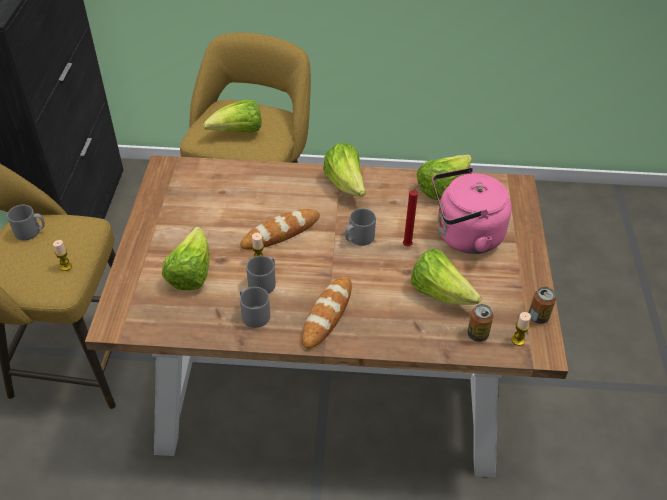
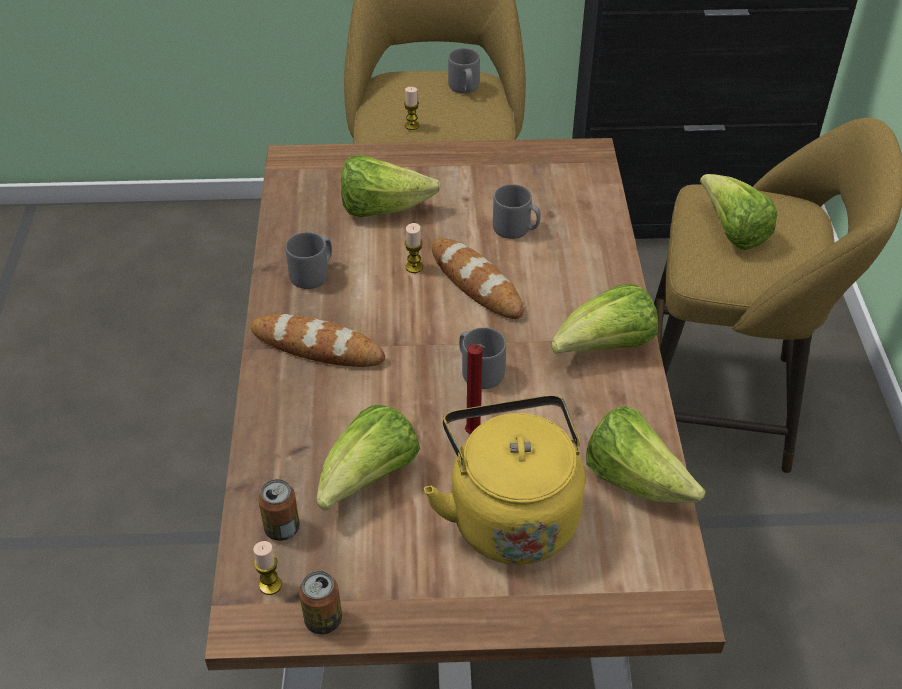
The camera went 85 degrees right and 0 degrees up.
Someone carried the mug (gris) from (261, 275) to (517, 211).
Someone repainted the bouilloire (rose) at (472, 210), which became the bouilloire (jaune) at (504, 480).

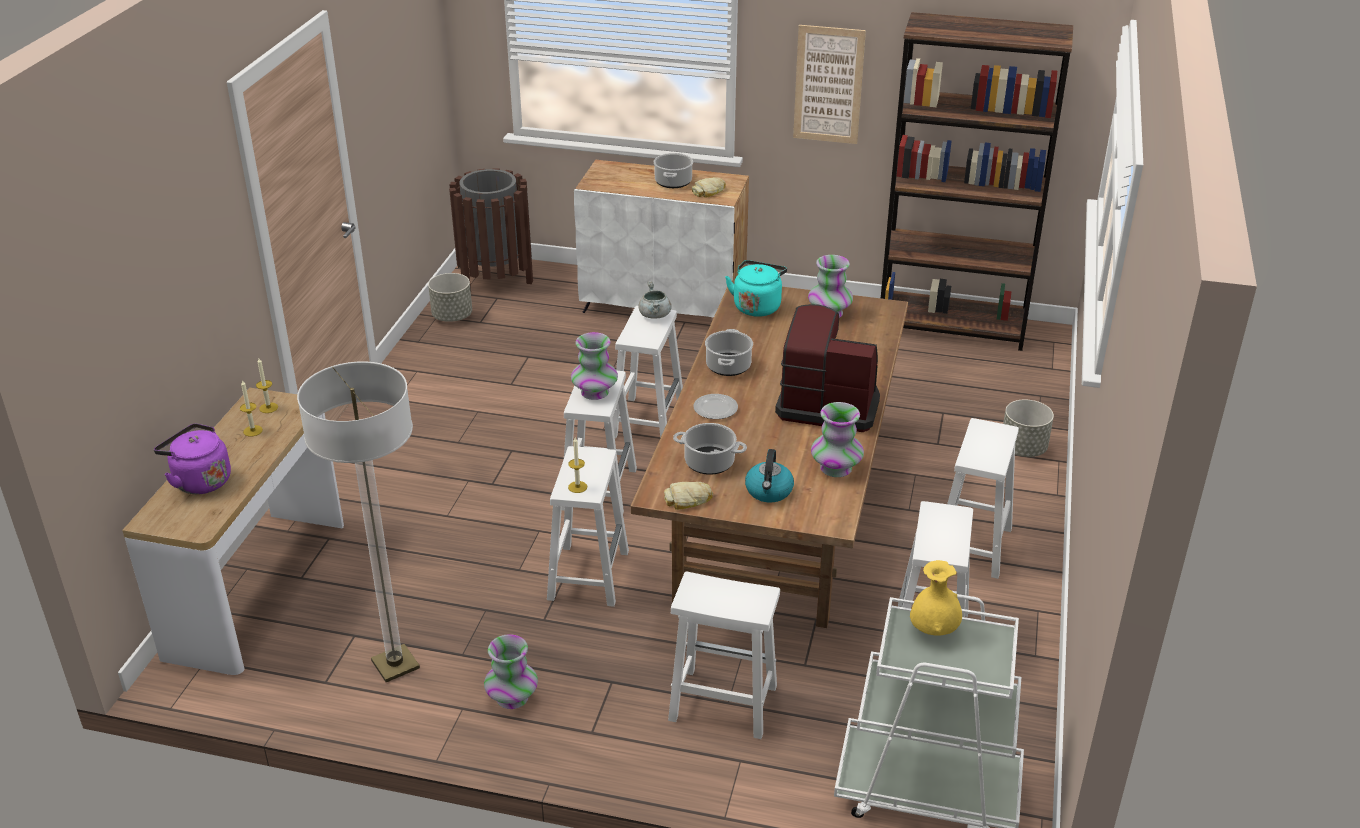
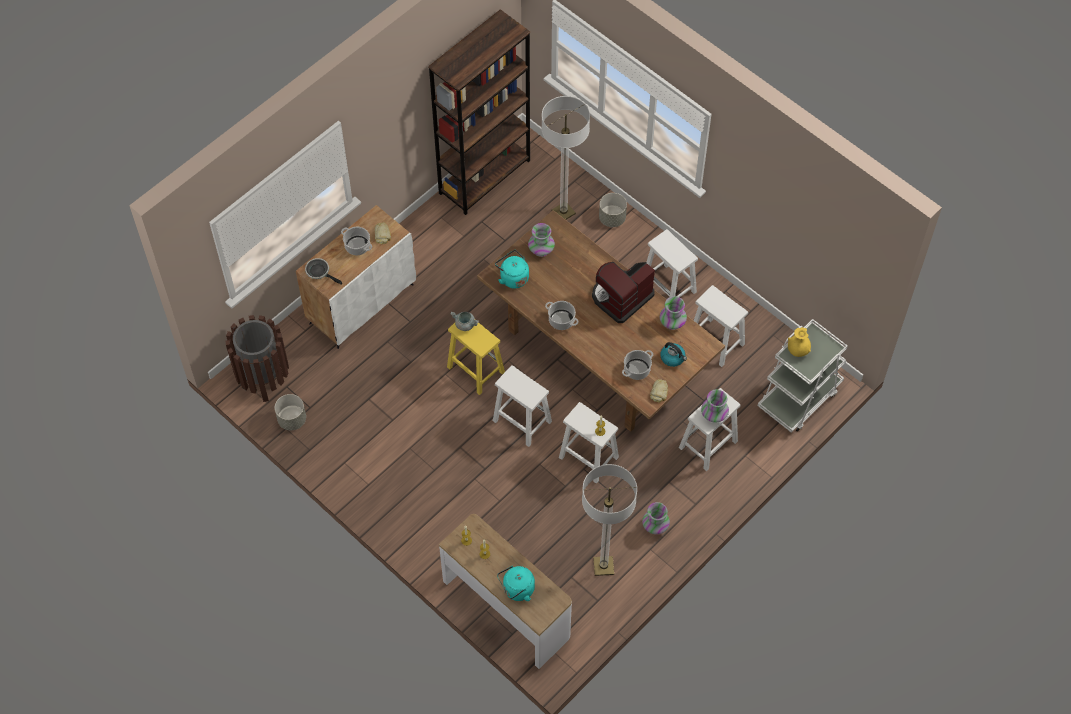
The camera went 60 degrees left and 25 degrees up.
Someone took away the assiette at (715, 406).
Someone took away the tableau at (829, 84).
Someone put down the poêle at (323, 271).
Someone put down the lampadaire at (565, 158).
Someone carried the vase from (594, 366) to (715, 406).
Someone repainted the bouilloire (violet) at (192, 458), which became the bouilloire (turquoise) at (516, 583).
Someone repainted the tabouret (blanc) at (647, 372), which became the tabouret (jaune) at (476, 358).

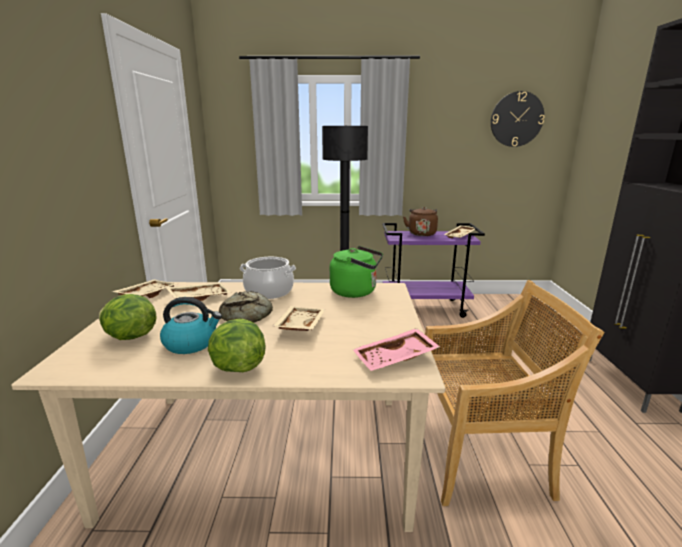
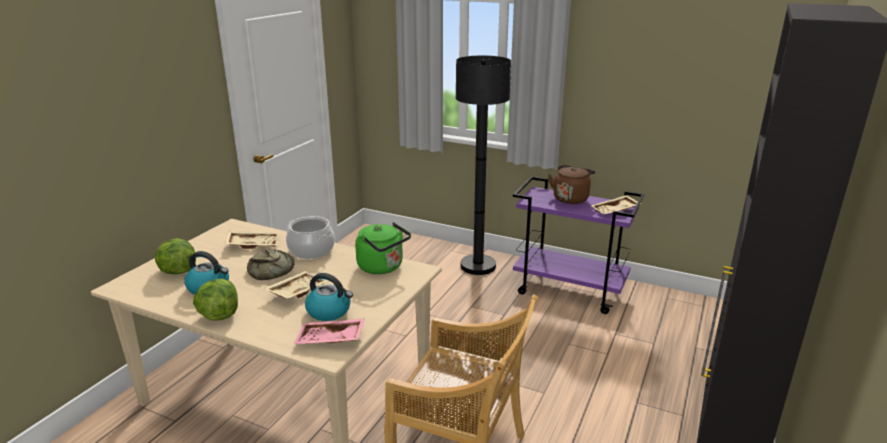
The camera went 25 degrees right and 5 degrees up.
Someone took away the plateau (beige) at (144, 288).
Someone took away the horloge murale at (518, 119).
Someone put down the bouilloire at (329, 297).

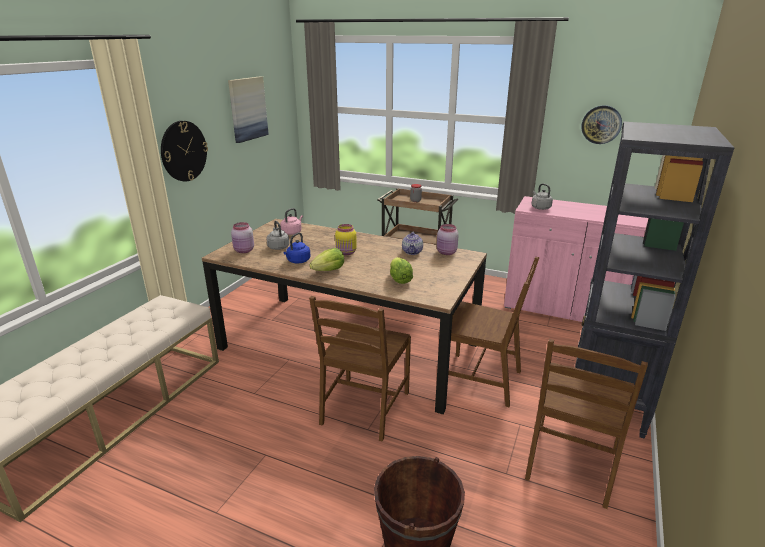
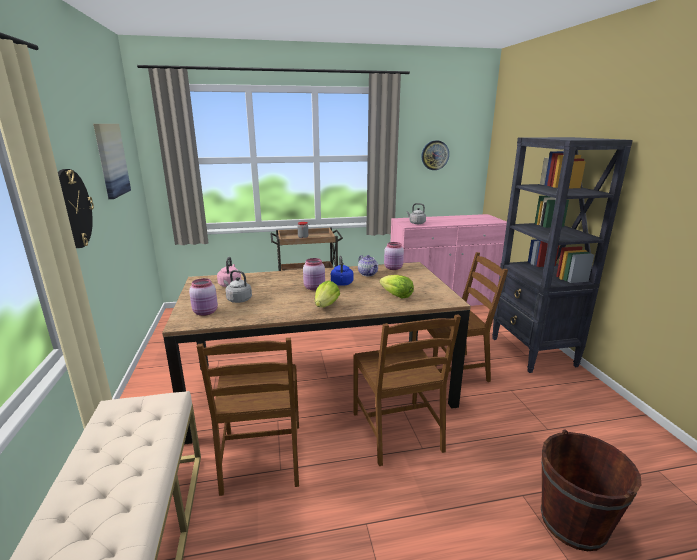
The camera went 35 degrees left and 5 degrees down.
Someone carried the bouilloire (bleu) from (297, 247) to (342, 271).
Someone carried the chaise (marron) from (586, 424) to (248, 417).
Someone repainted the bocal (jaune) at (346, 239), which became the bocal (rose) at (314, 274).

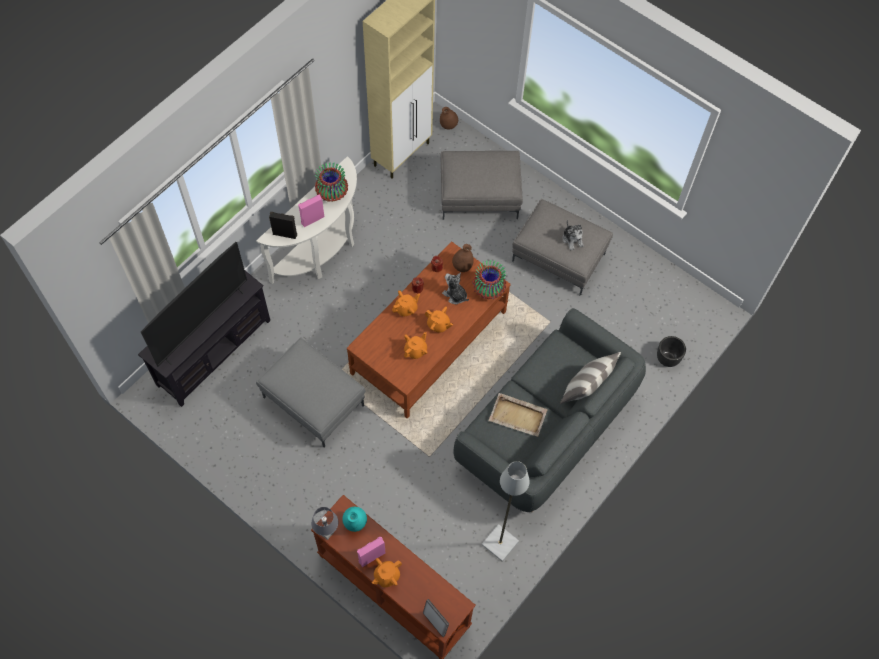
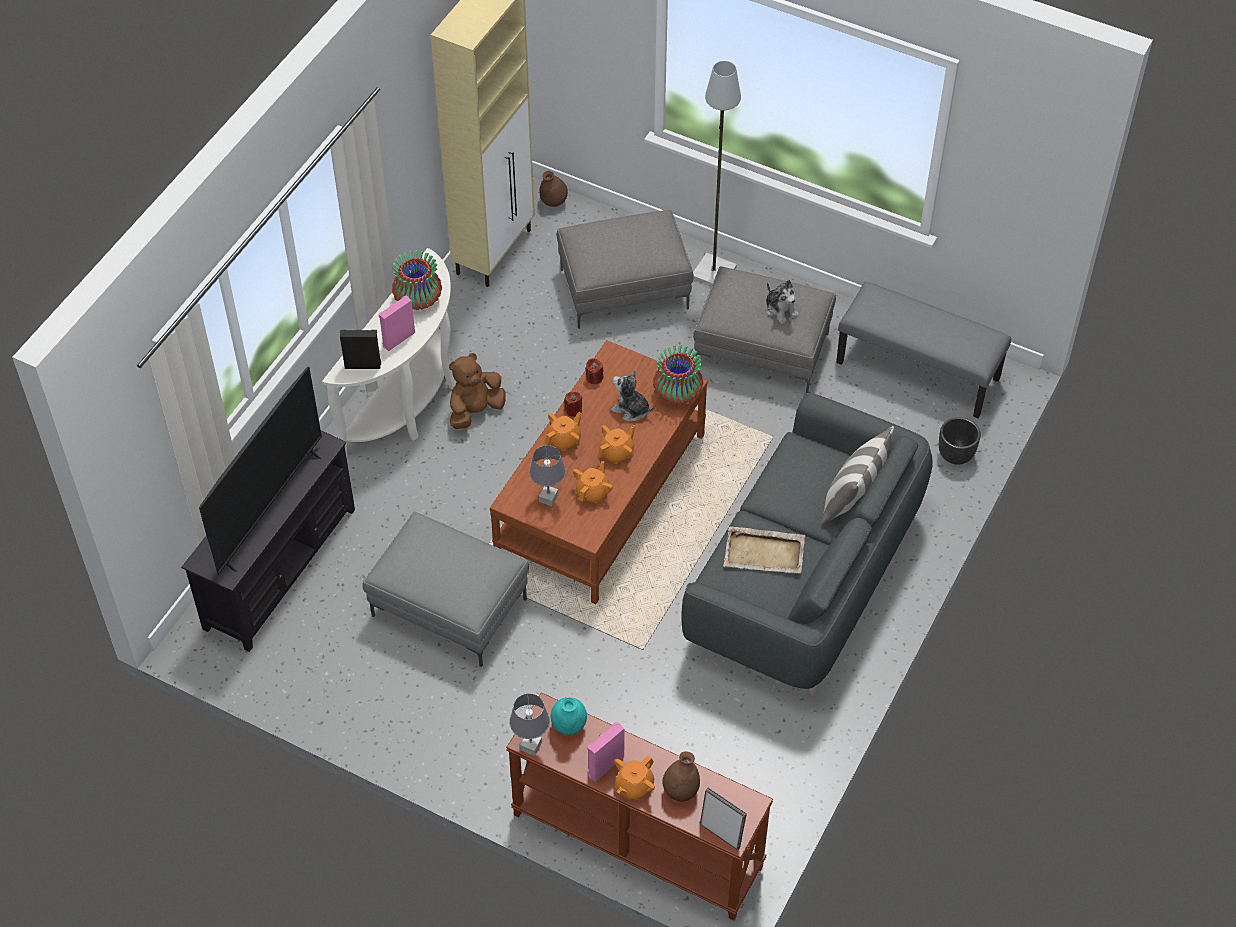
The camera went 10 degrees left and 10 degrees down.
Someone put down the peluche (marron) at (477, 391).
Someone put down the lampe de table (gris) at (547, 475).
Someone put down the banc (gris) at (923, 350).
Someone carried the vase (marron) from (463, 258) to (681, 776).
Someone carried the lampadaire (gris) from (506, 511) to (717, 173).
Someone rotated the théière (orange) at (439, 319) by 60 degrees counterclockwise.

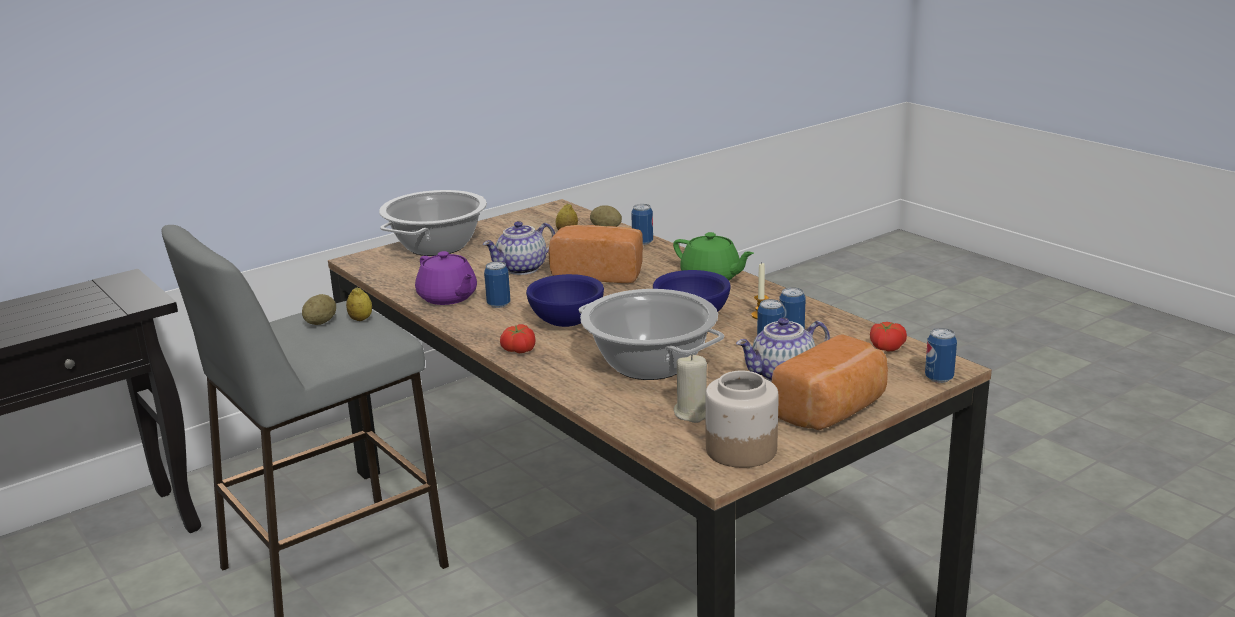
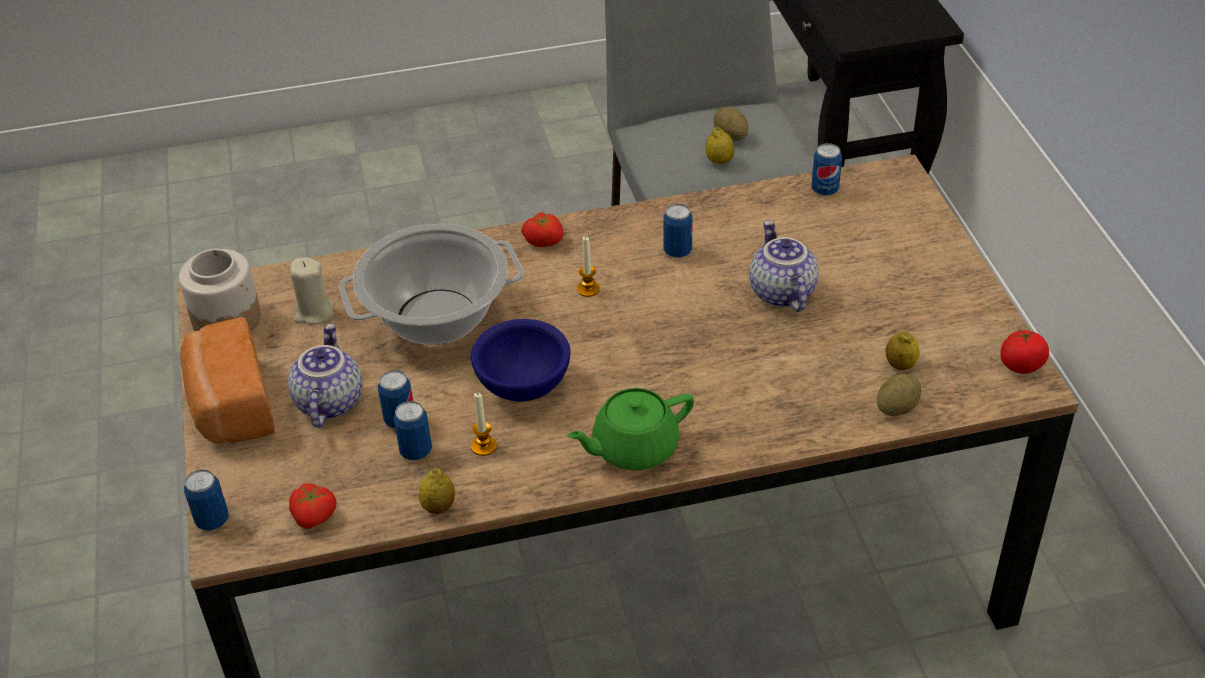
The camera went 115 degrees right and 20 degrees up.
Someone took away the marmite at (433, 223).
Someone took away the théière (violet) at (446, 278).
Someone took away the pain at (596, 254).
Someone put down the citron at (437, 491).
Someone put down the tomate at (1024, 351).
Someone carried the boîte métallique from (642, 224) to (827, 169).
Someone swapped the bol (bleu) at (565, 300) for the bougie at (588, 266).

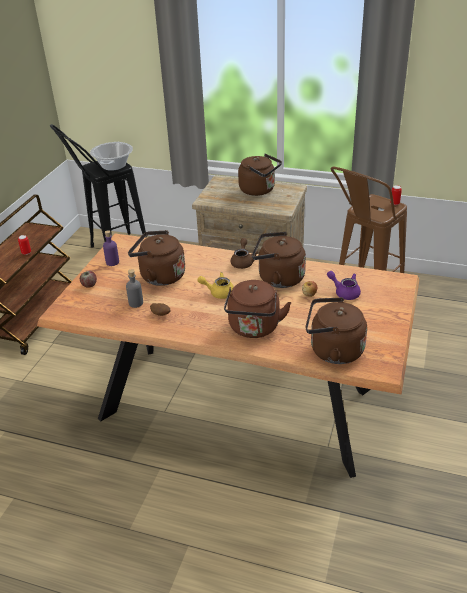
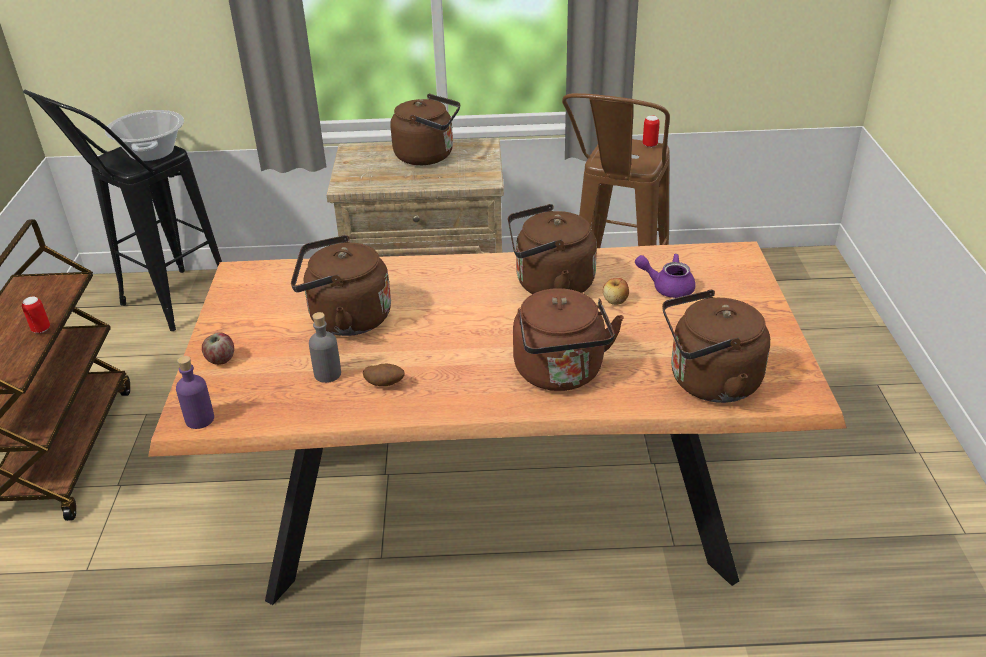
The camera went 20 degrees left and 0 degrees up.
Someone took away the théière (jaune) at (215, 285).
Someone took away the théière (marron) at (244, 253).
Someone carried the bouteille (violet) from (111, 248) to (195, 392).

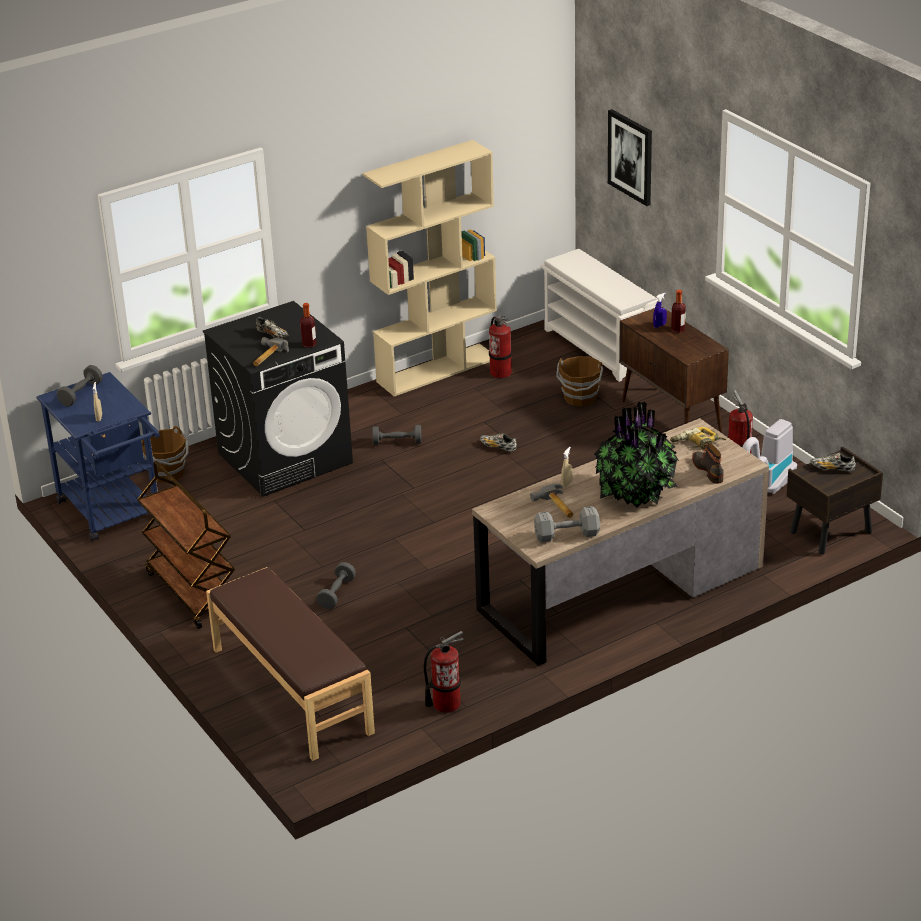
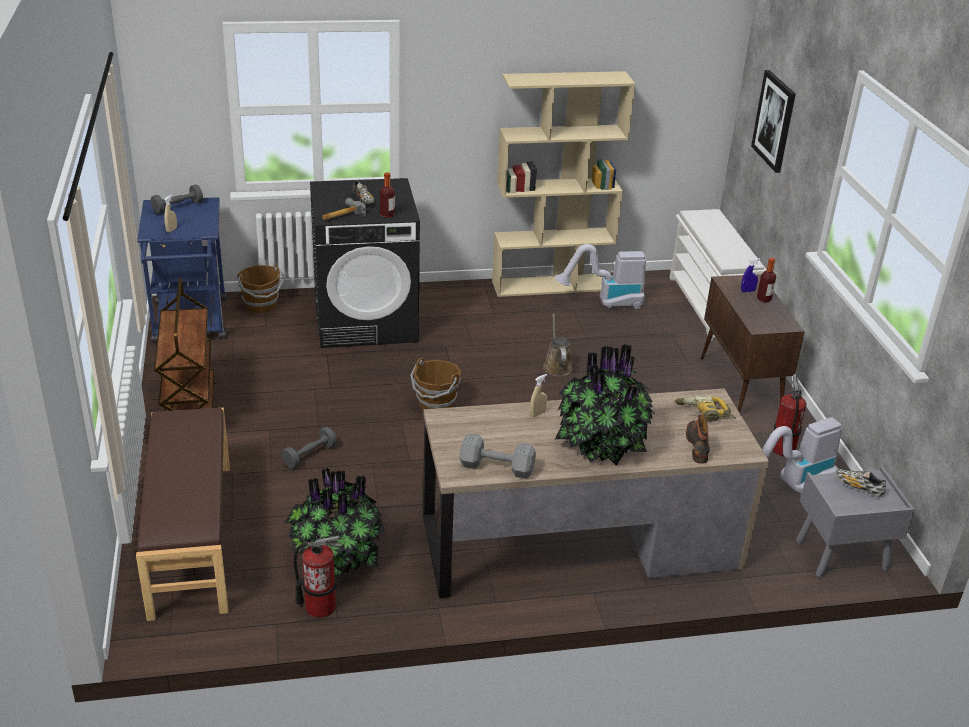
The camera went 20 degrees right and 0 degrees up.
Someone took away the haltère (gris) at (397, 435).
Someone took away the marteau at (551, 501).
Someone put down the plante en pot at (335, 524).
Someone carried the seau (marron) from (579, 381) to (435, 384).
Someone swapped the chaussure at (498, 442) for the arrosoir (marron) at (558, 345).
Someone swapped the extincteur at (500, 347) for the aspirateur at (600, 276).
Someone repainted the table de chevet (marron) at (835, 500), which became the table de chevet (gris) at (855, 521).

